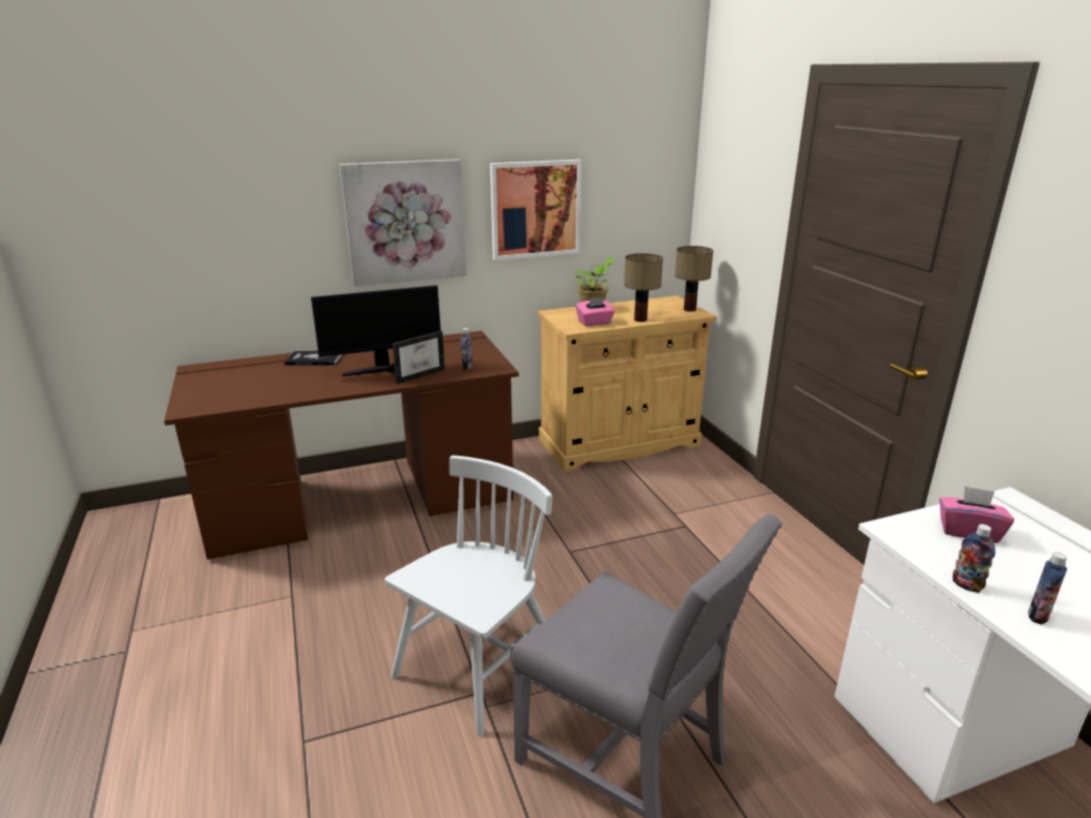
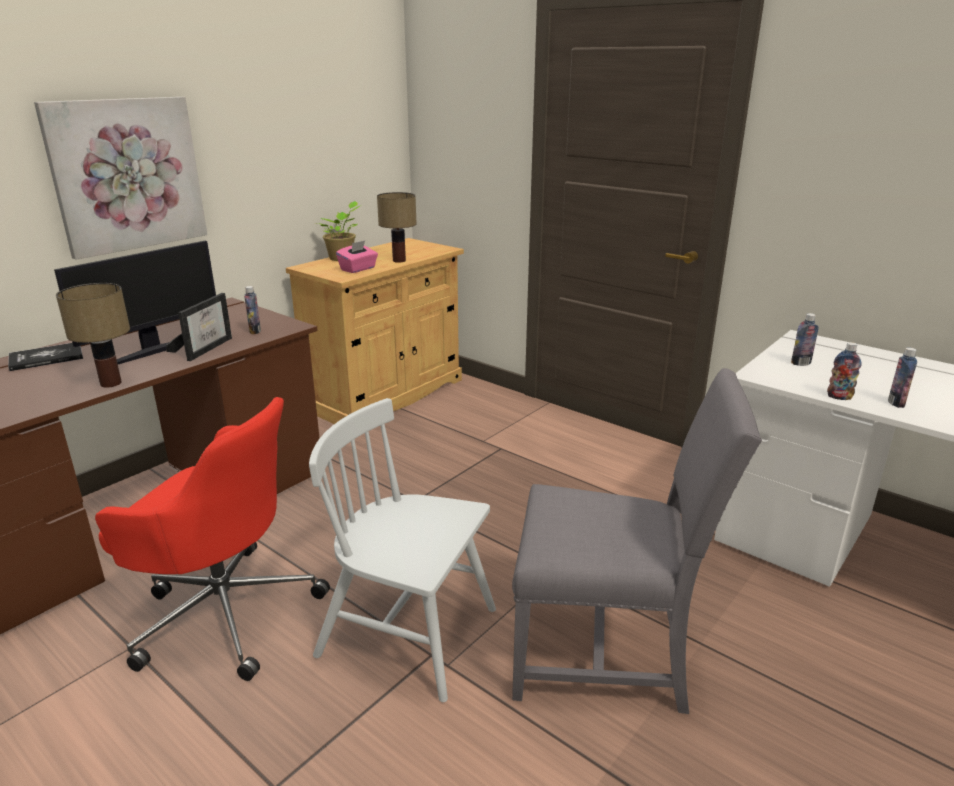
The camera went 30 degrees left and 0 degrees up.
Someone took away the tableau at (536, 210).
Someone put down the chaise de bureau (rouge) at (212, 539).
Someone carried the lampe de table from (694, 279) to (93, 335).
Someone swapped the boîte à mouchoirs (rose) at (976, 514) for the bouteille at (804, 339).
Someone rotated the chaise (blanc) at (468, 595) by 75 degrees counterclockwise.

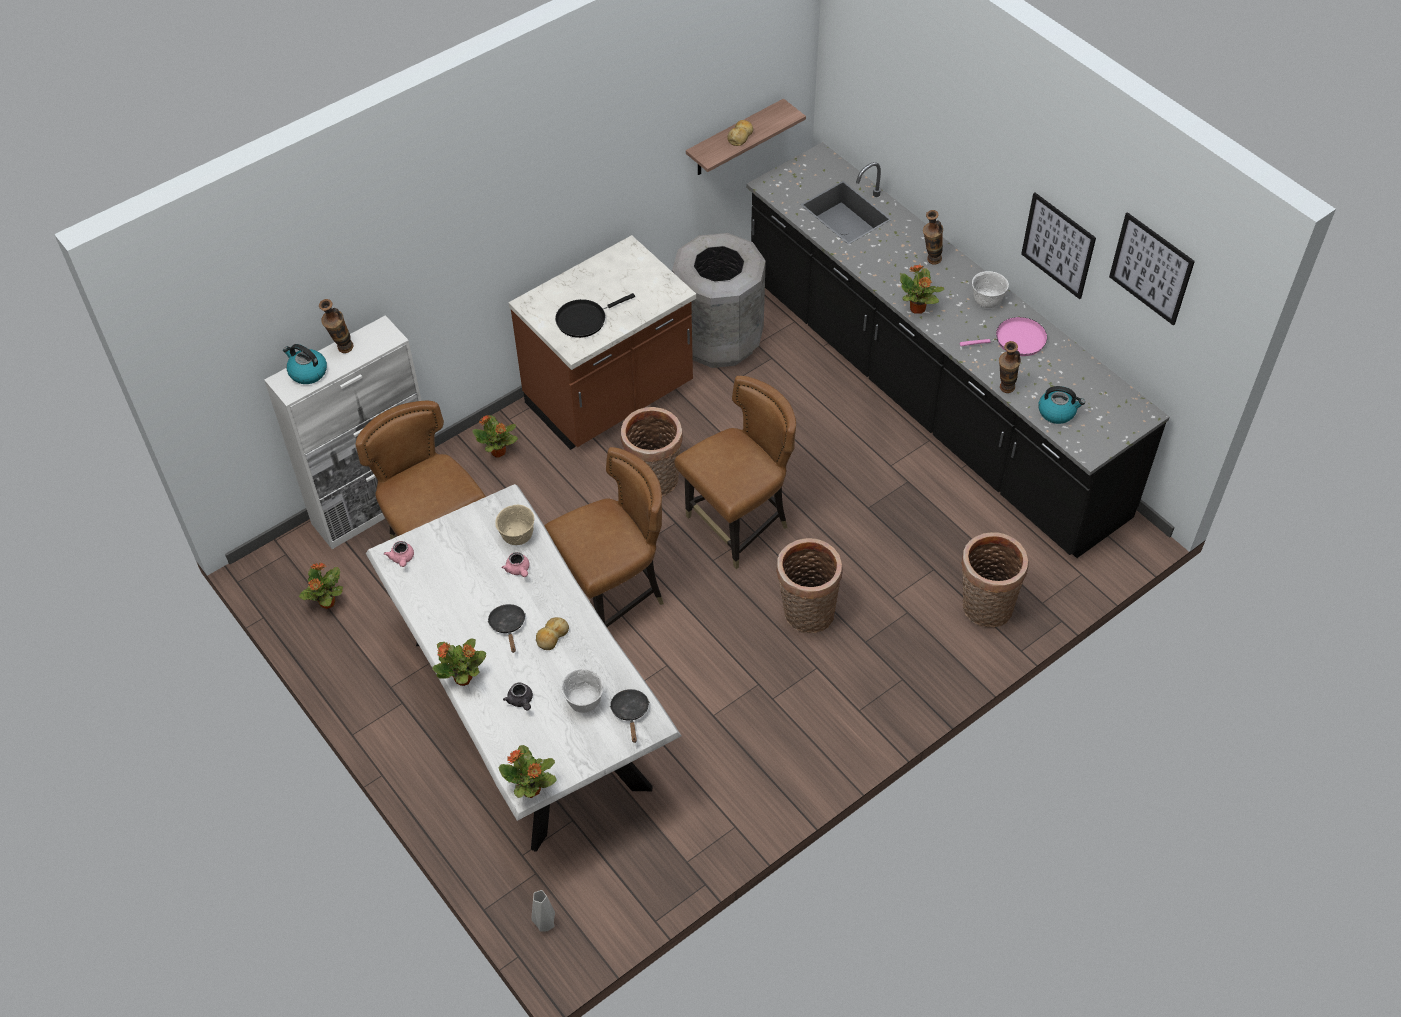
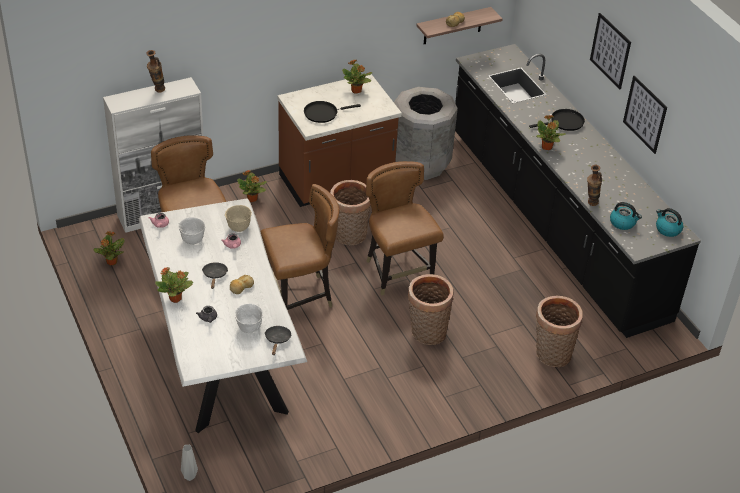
The camera went 10 degrees right and 10 degrees down.
Someone took away the poêle (rose) at (1003, 336).
Someone carried the bouilloire from (305, 364) to (669, 222).
Someone carried the plante en pot from (528, 771) to (357, 77).
Someone carried the bol (blanc) from (990, 289) to (191, 230).
Someone carried the tableau from (1152, 268) to (610, 51).
Someone swapped the vase at (933, 237) for the poêle (noir) at (557, 120).
Someone rotated the chaise (marron) at (735, 472) by 90 degrees counterclockwise.

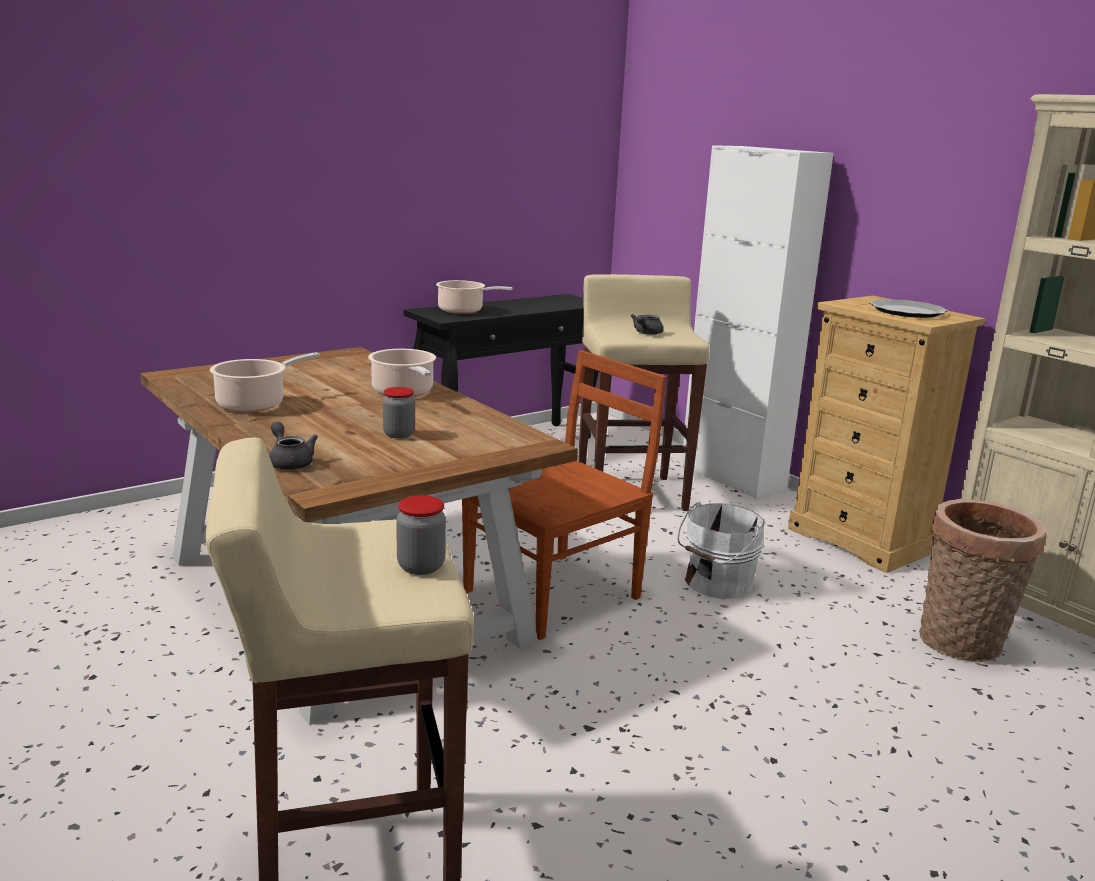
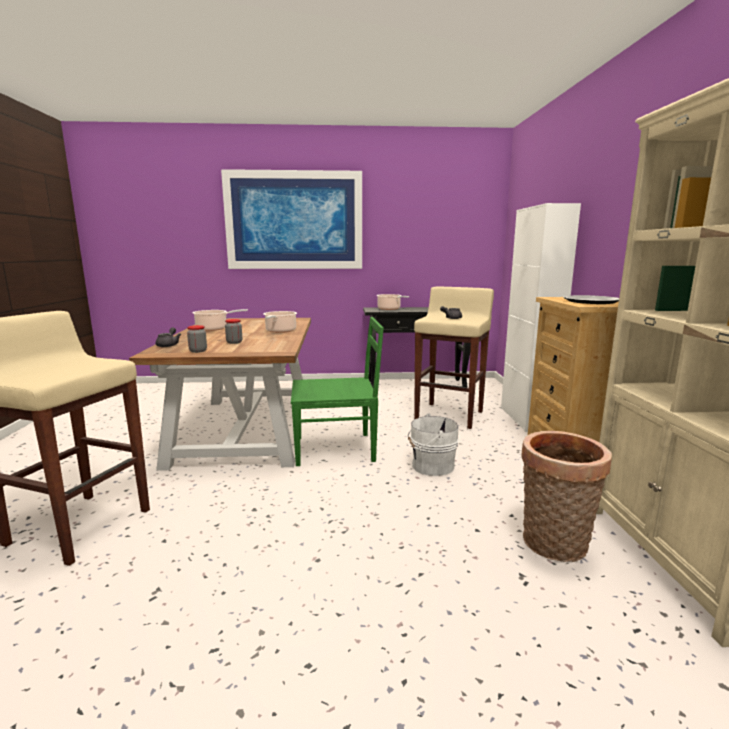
The camera went 35 degrees right and 5 degrees down.
Someone put up the tableau at (291, 219).
Someone carried the bocal from (421, 535) to (197, 339).
Someone repainted the chaise (marron) at (564, 495), which became the chaise (vert) at (337, 391).

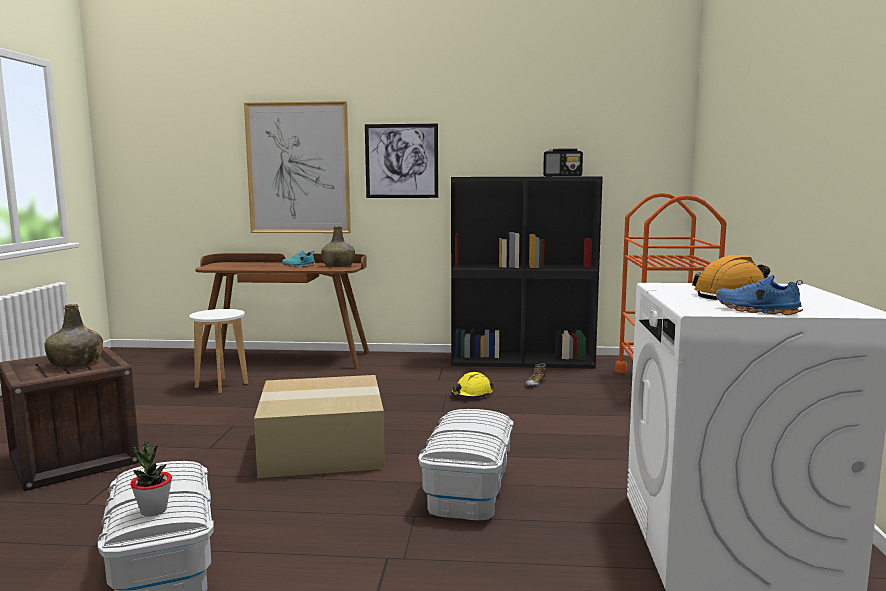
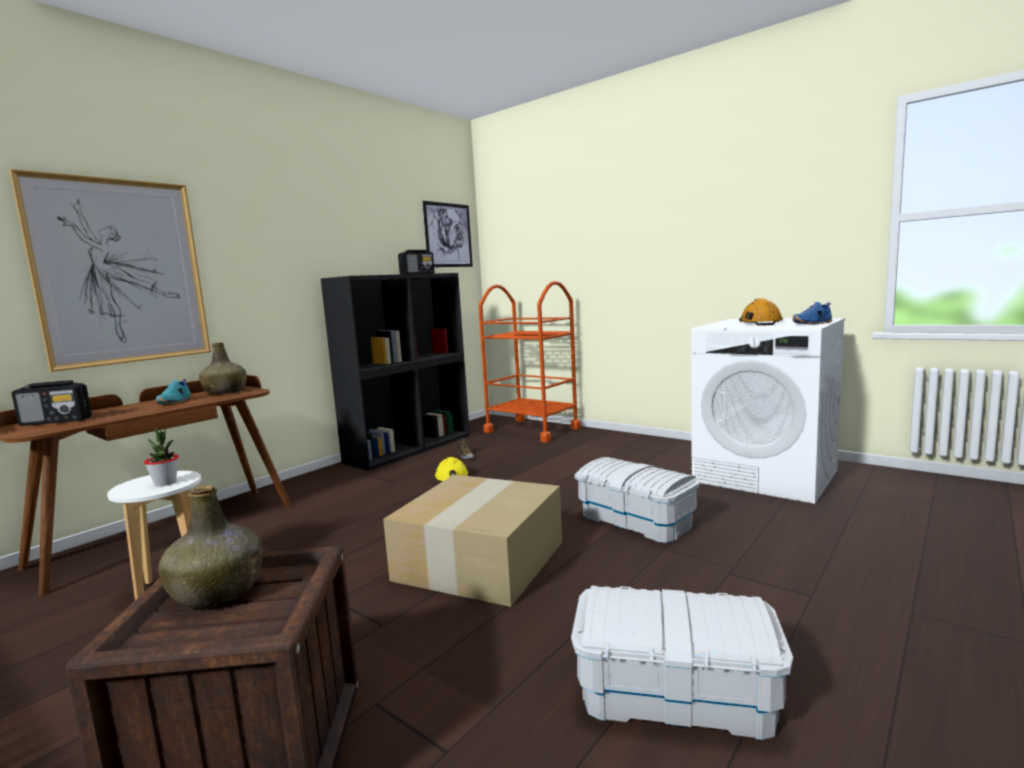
The camera went 55 degrees left and 0 degrees up.
Someone put down the radio at (51, 403).
Someone carried the plante en pot from (151, 478) to (161, 457).
Someone carried the tableau from (401, 161) to (447, 234).

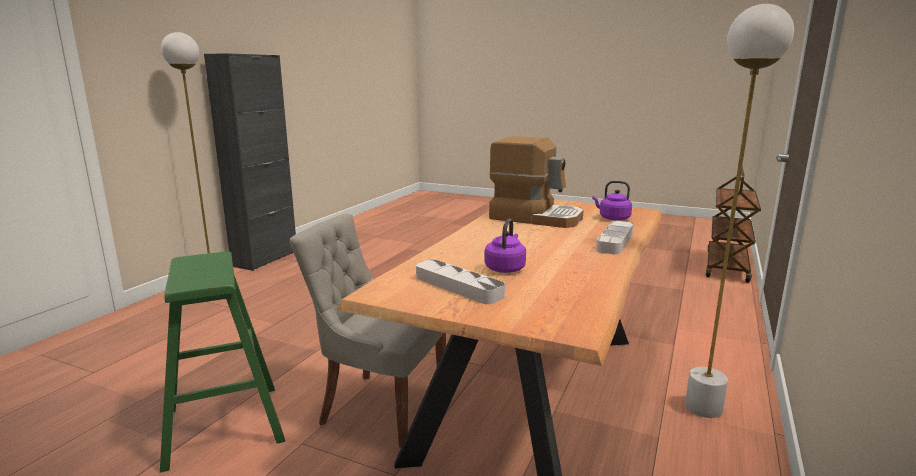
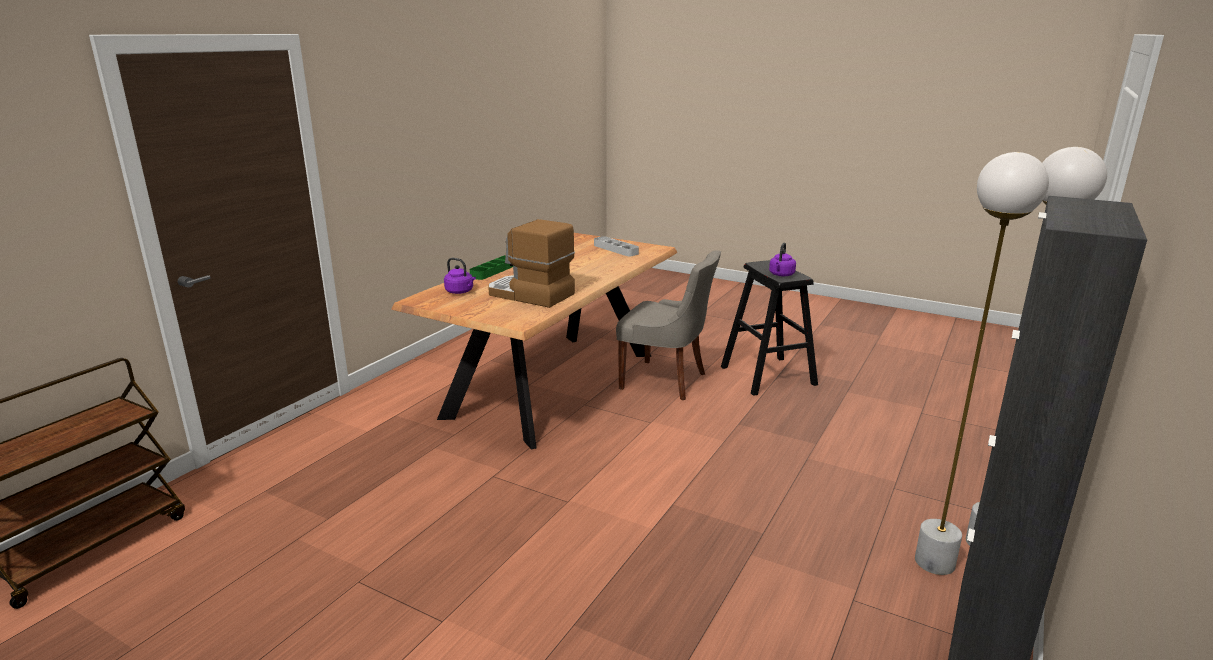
The camera went 175 degrees left and 5 degrees up.
Someone carried the bouilloire (violet) from (505, 246) to (782, 259).
Someone carried the lampadaire (blanc) from (739, 211) to (982, 363).
Someone repainted the tabouret (vert) at (222, 362), which became the tabouret (noir) at (769, 328).
Someone repainted the plateau (gris) at (615, 237), which became the plateau (vert) at (491, 267).

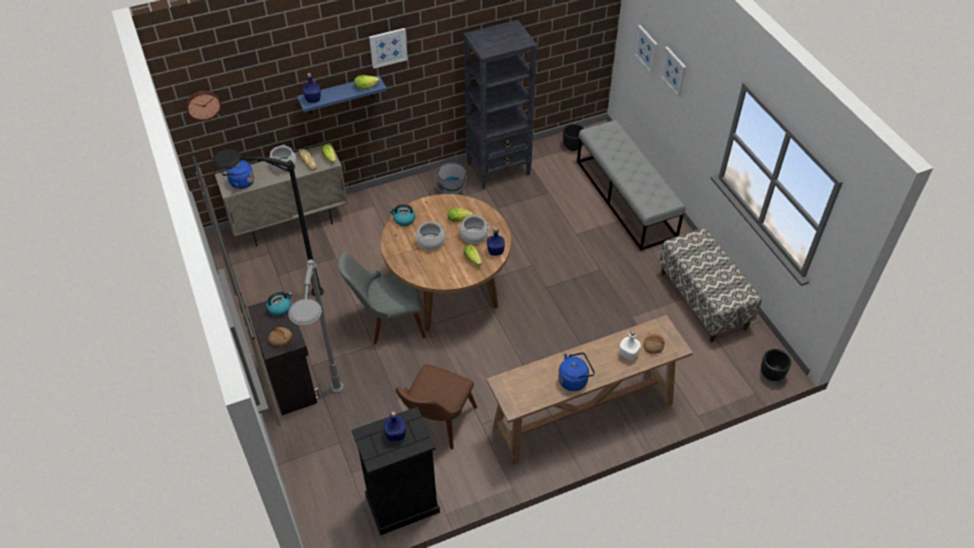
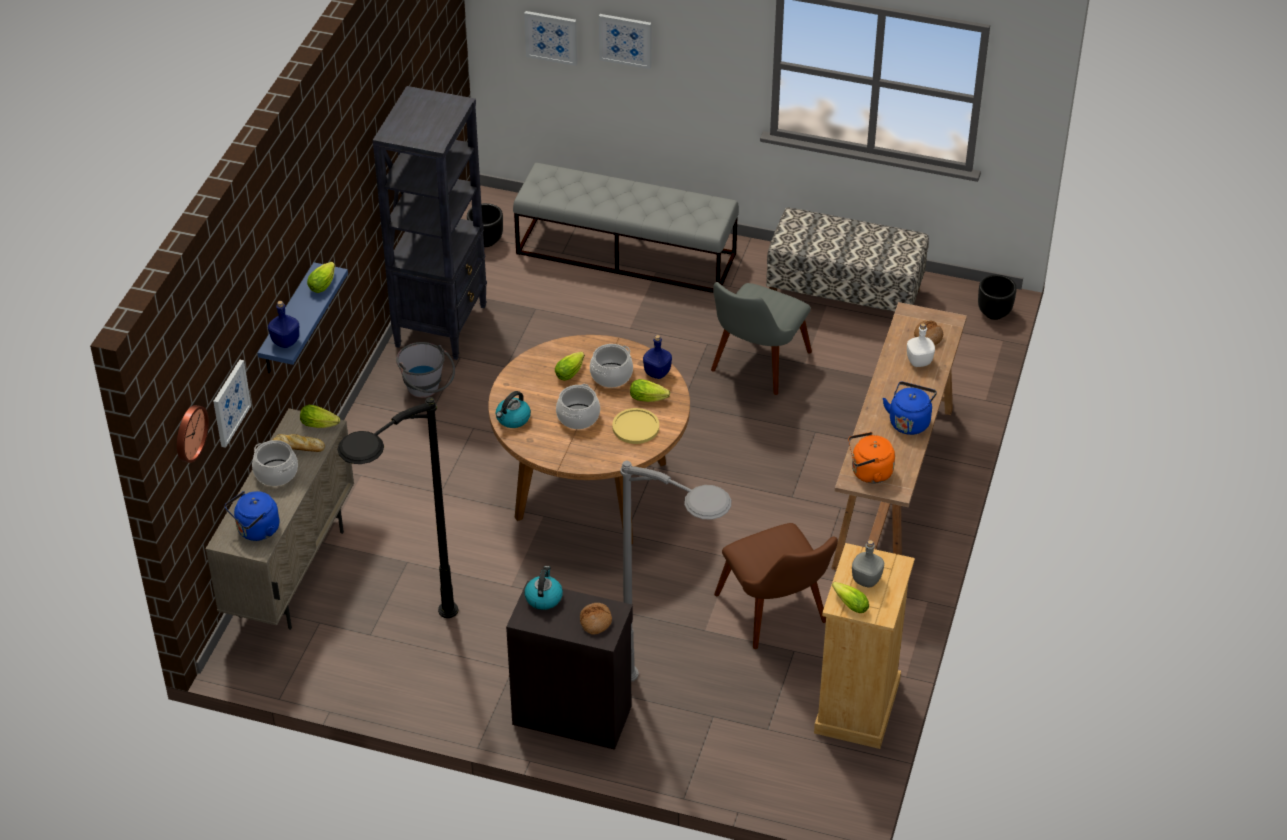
The camera went 50 degrees left and 5 degrees down.
Someone put down the assiette (jaune) at (635, 426).
Someone put down the laitue at (850, 597).
Someone put down the bouilloire (orange) at (871, 458).
Someone carried the chaise (gris) from (382, 298) to (761, 338).
Someone carried the tableau from (388, 48) to (232, 404).
Someone repainted the commode (noir) at (396, 471), which became the commode (beige) at (864, 646).
Someone repainted the bouteille (bleu) at (395, 426), which became the bouteille (gris) at (868, 564).

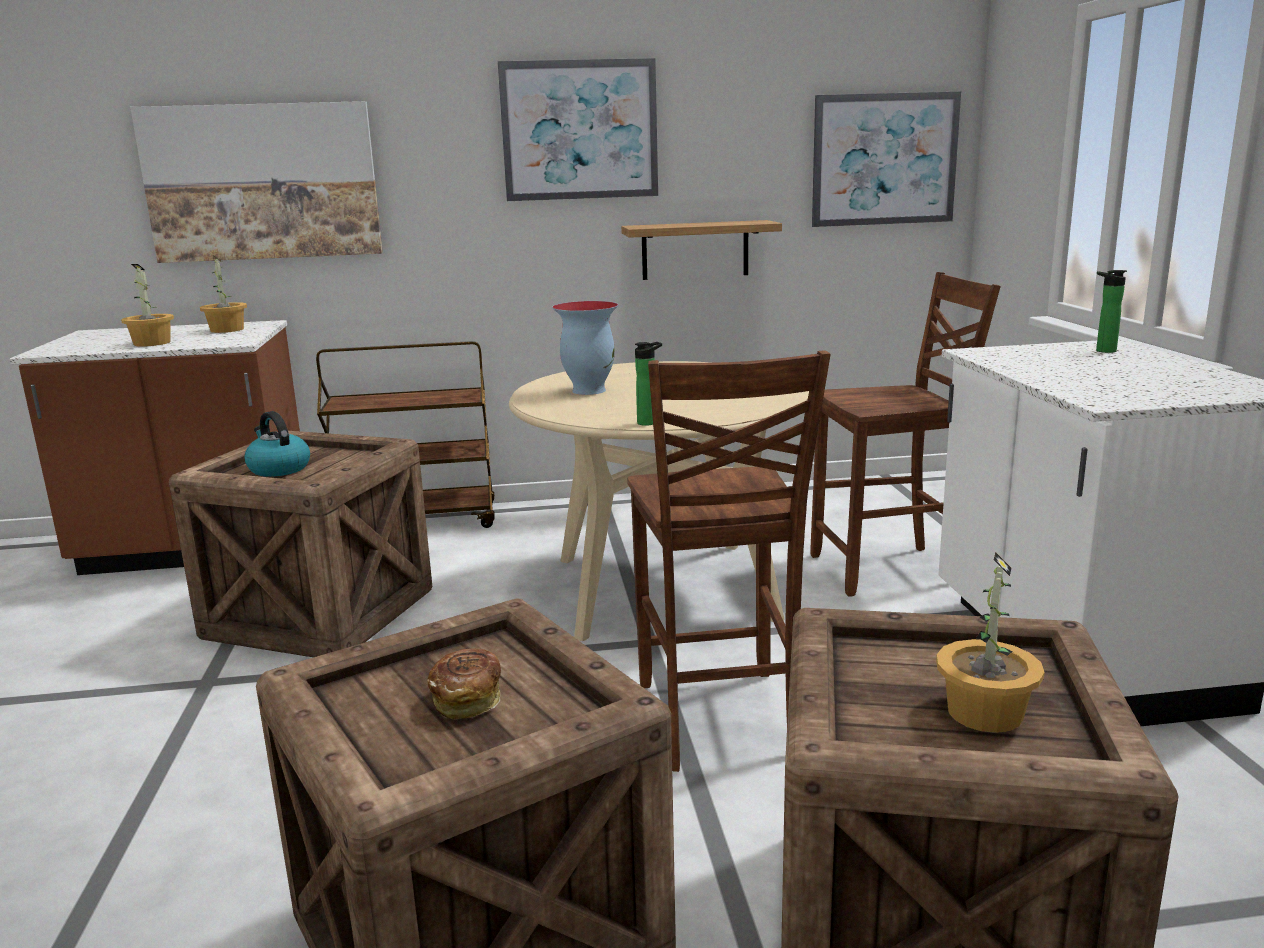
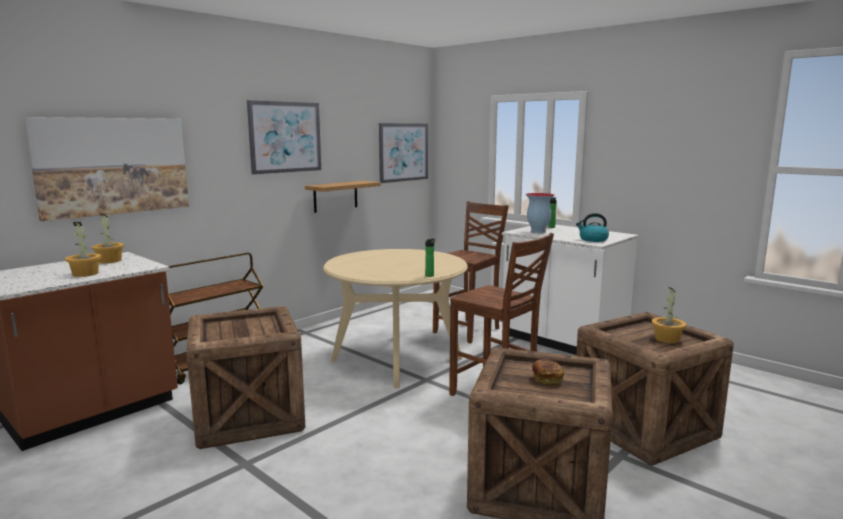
The camera went 40 degrees left and 5 degrees down.
Someone carried the bouilloire from (277, 444) to (592, 227).
Someone carried the vase from (585, 348) to (539, 213).

